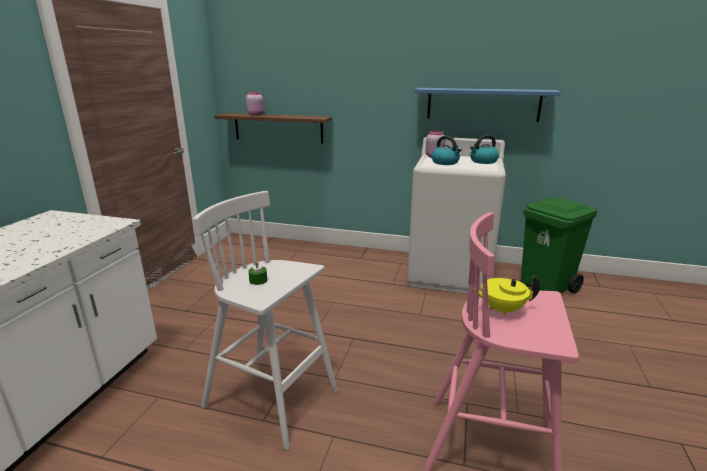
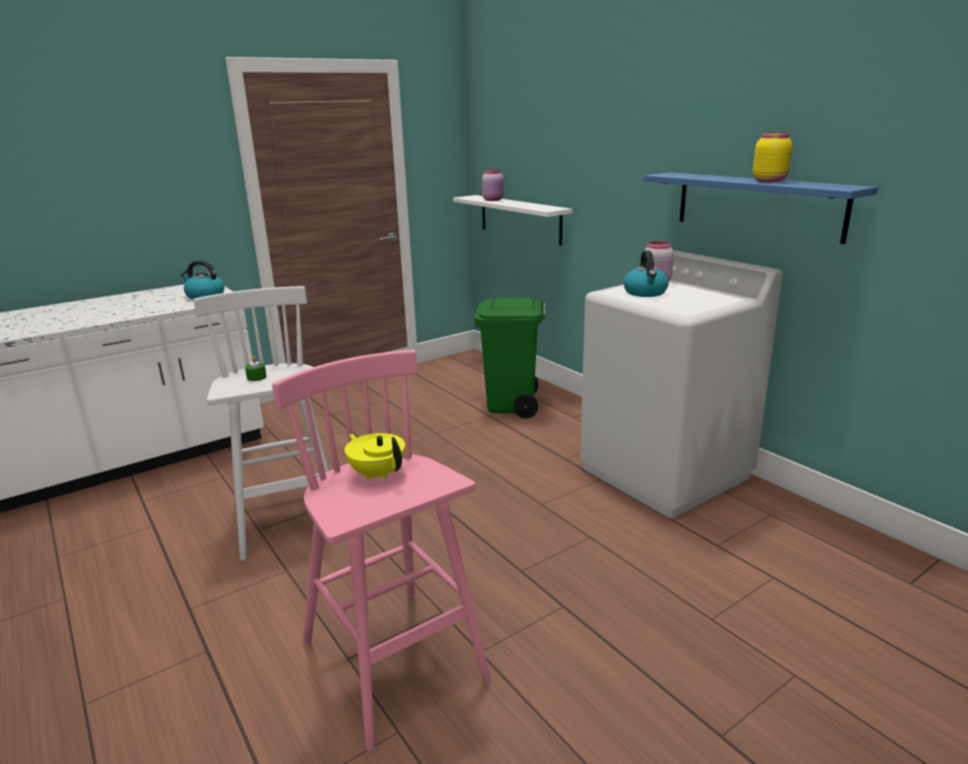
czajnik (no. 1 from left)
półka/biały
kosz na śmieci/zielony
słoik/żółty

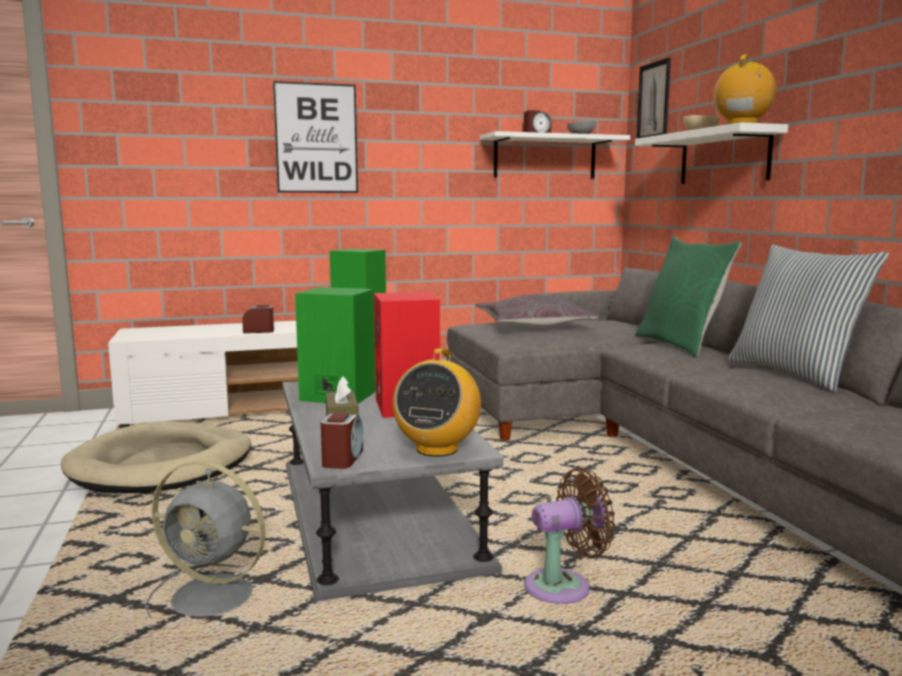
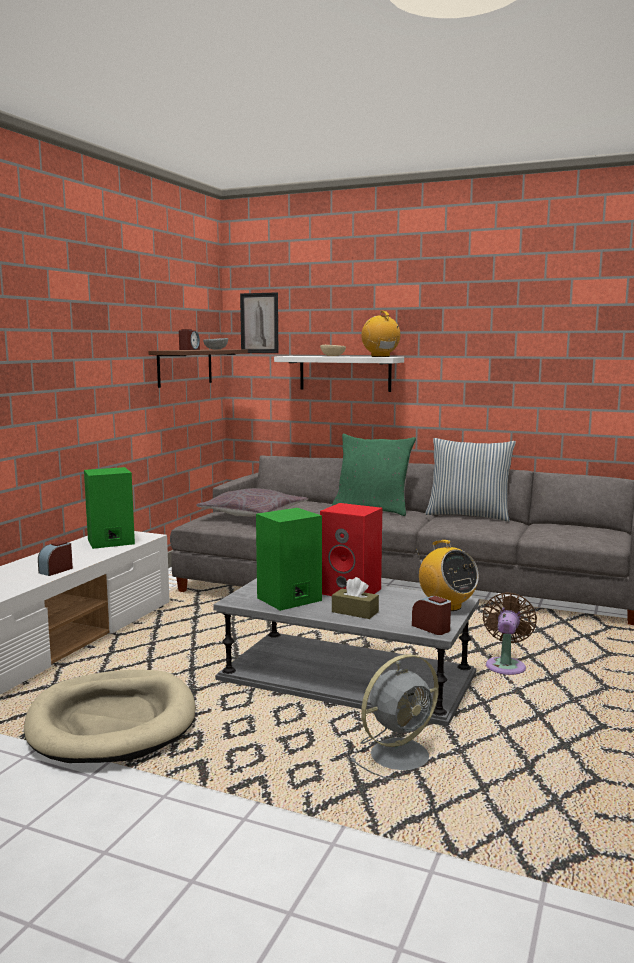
półka/brązowy
obraz (no. 1 from left in the first image)

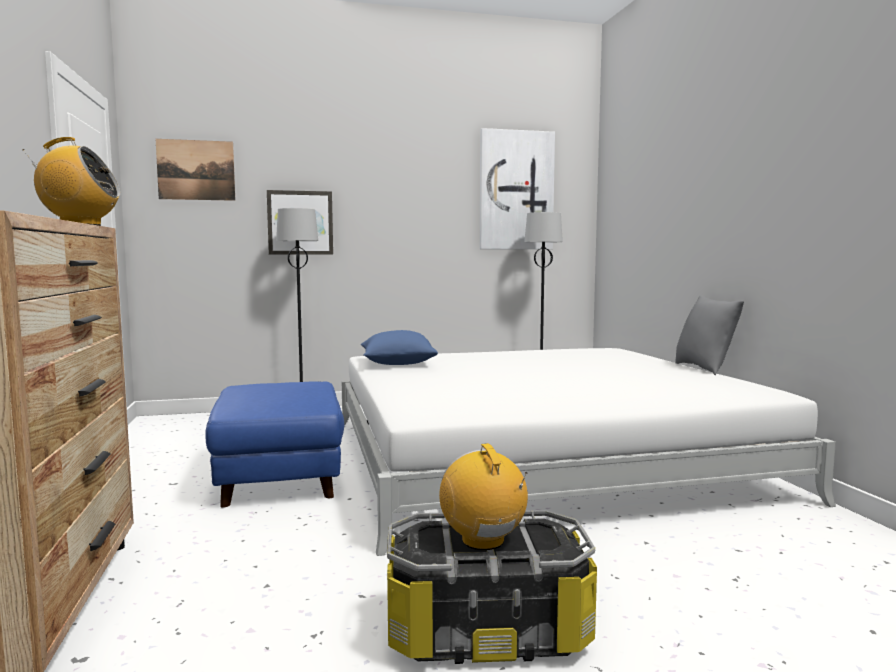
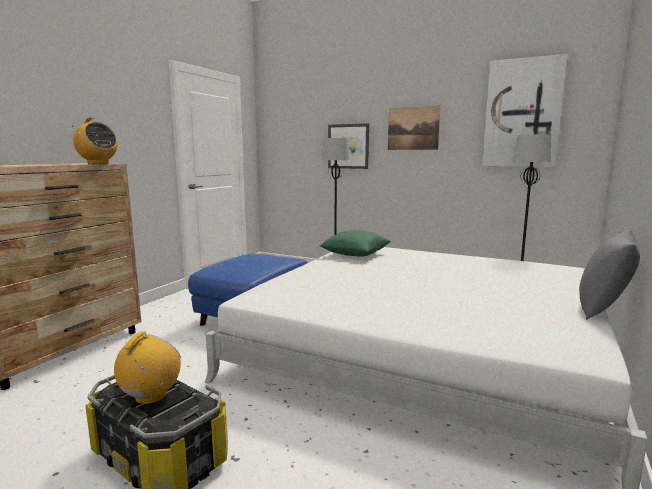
poduszka/zielony
obraz (no. 2 from left)

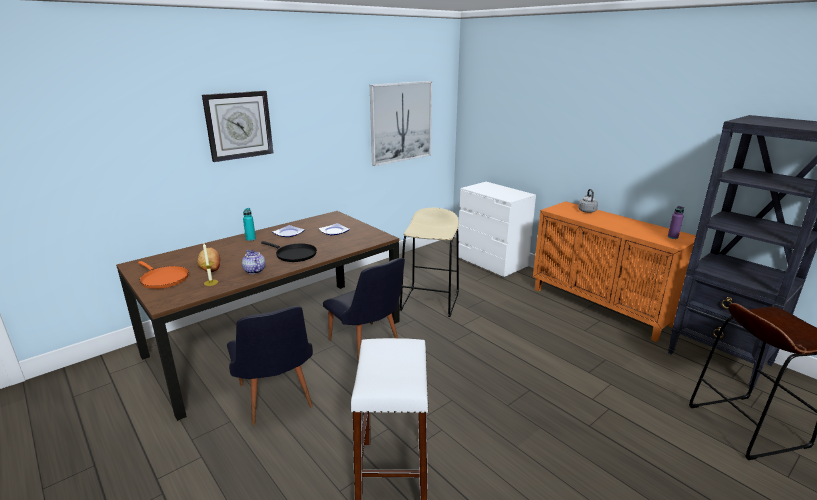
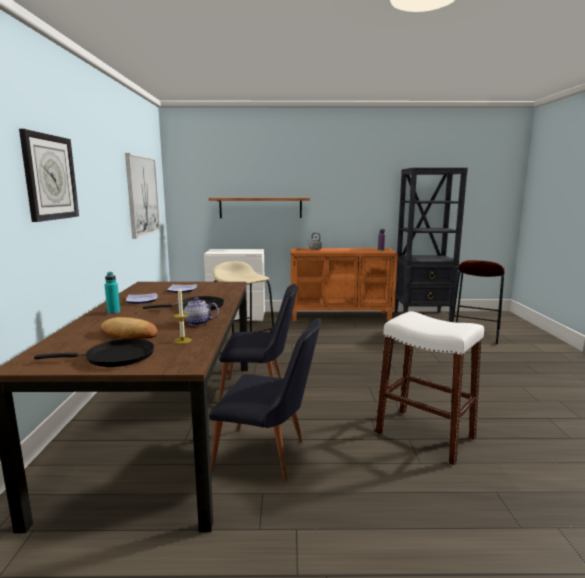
patelnia/czarny (no. 1 from left)
półka

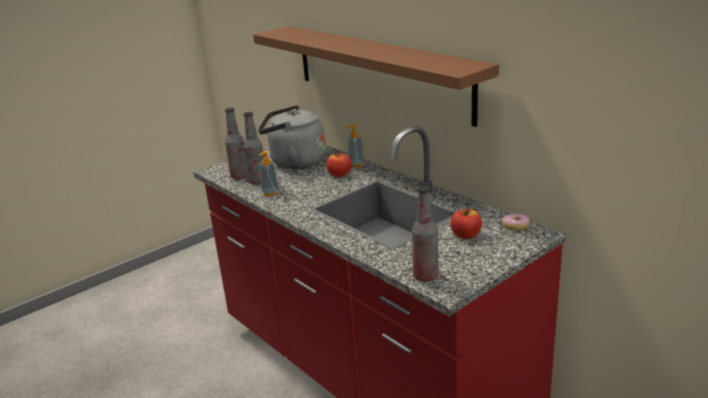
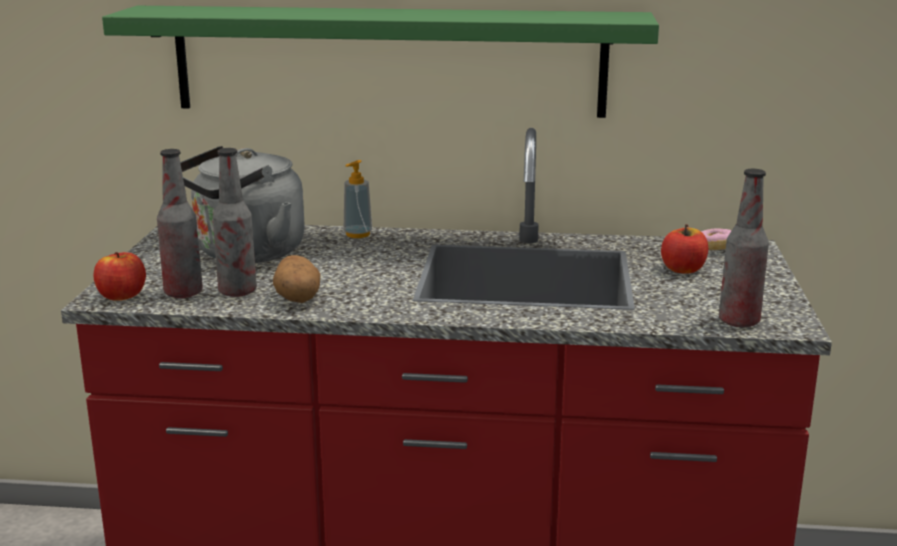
jabłko (no. 1 from left)
półka/zielony
ziemniak

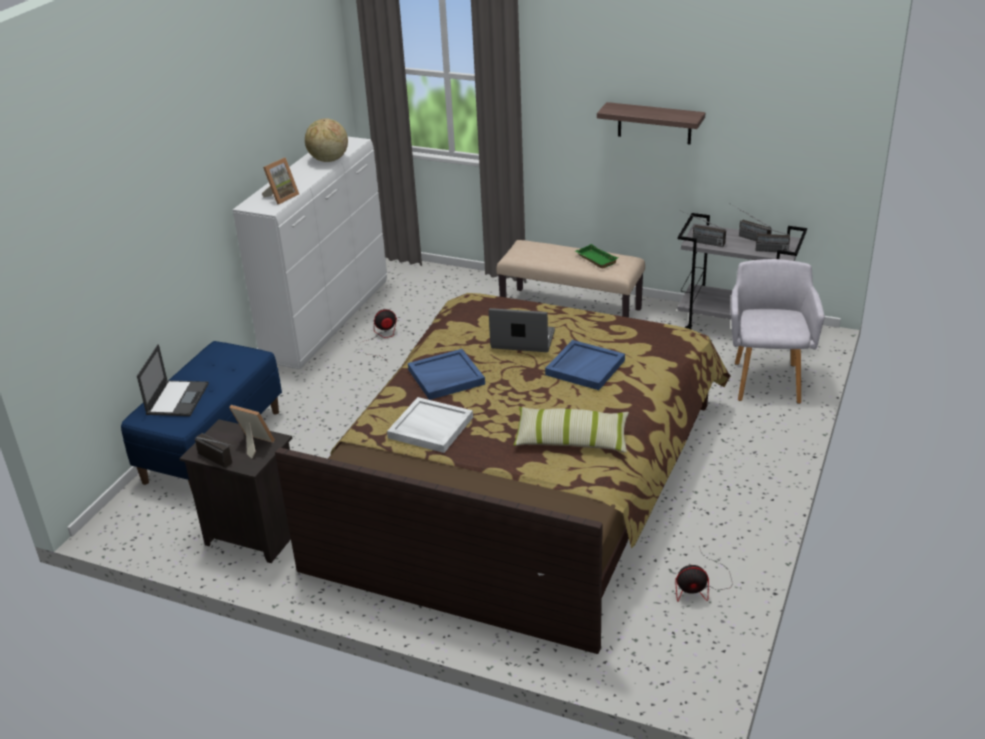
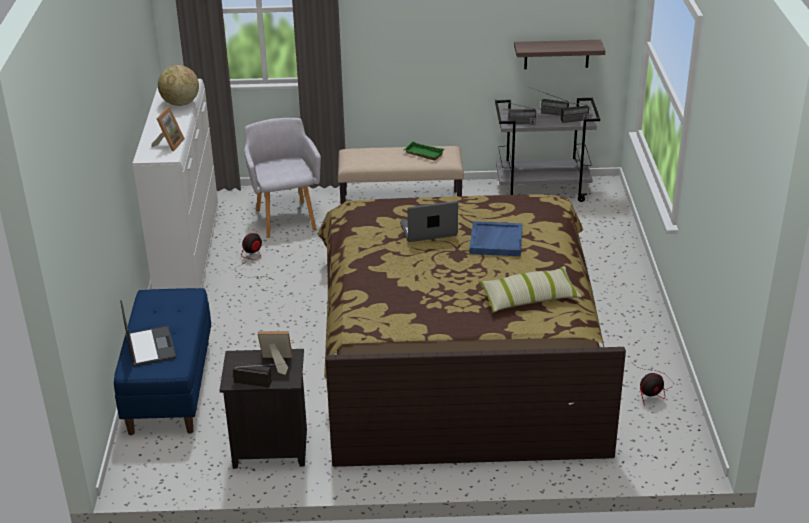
fotel/szary
półka
taca/biały
taca/niebieski (no. 1 from left in the first image)

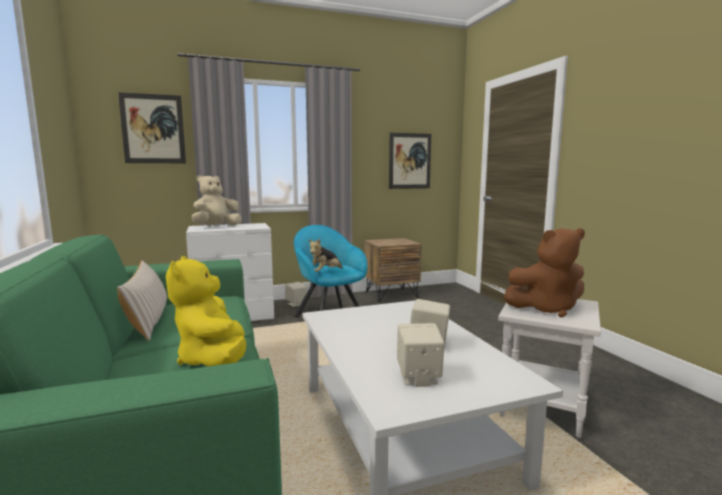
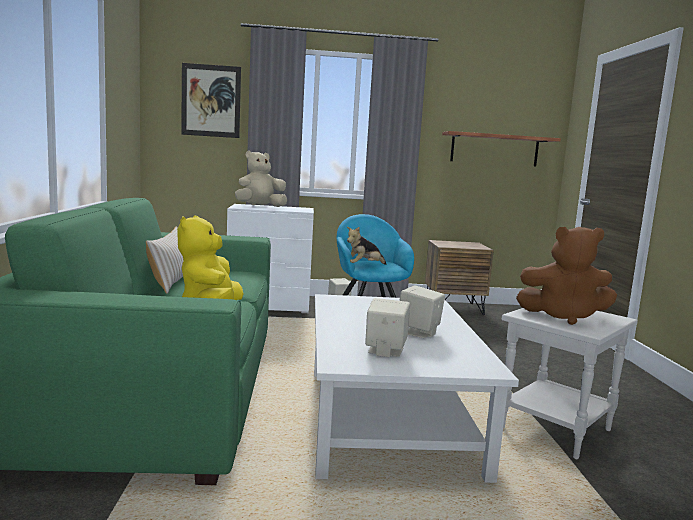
półka

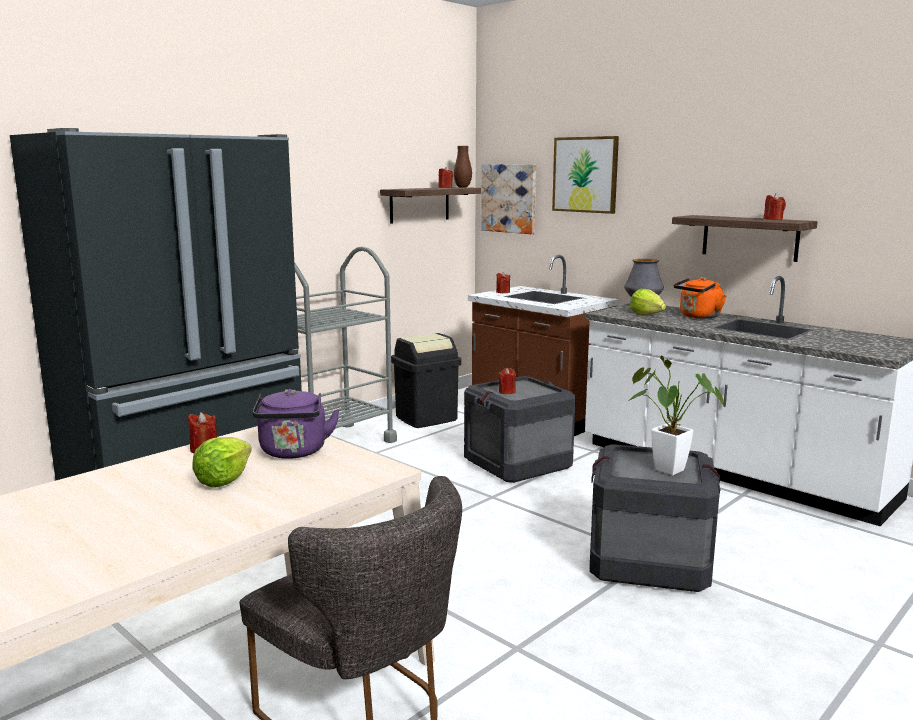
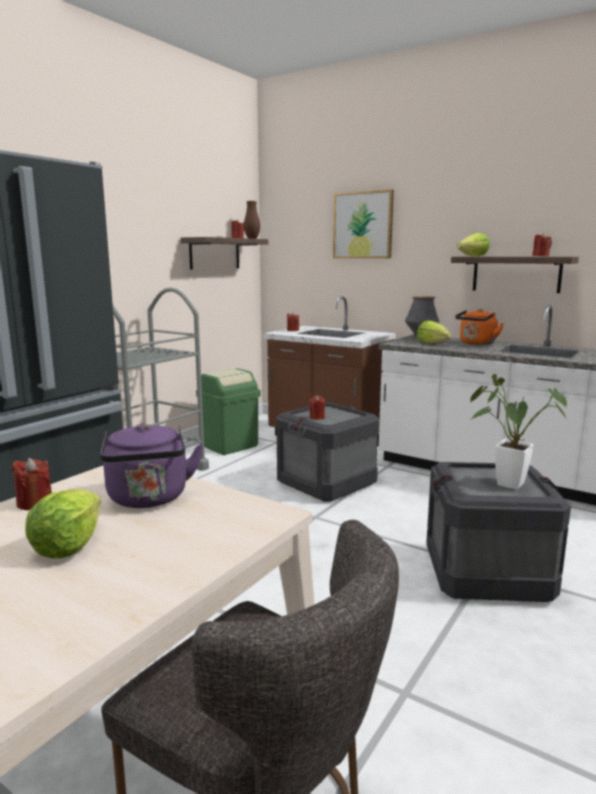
kosz na śmieci/zielony
sałata (no. 3 from left)
obraz (no. 1 from left in the first image)

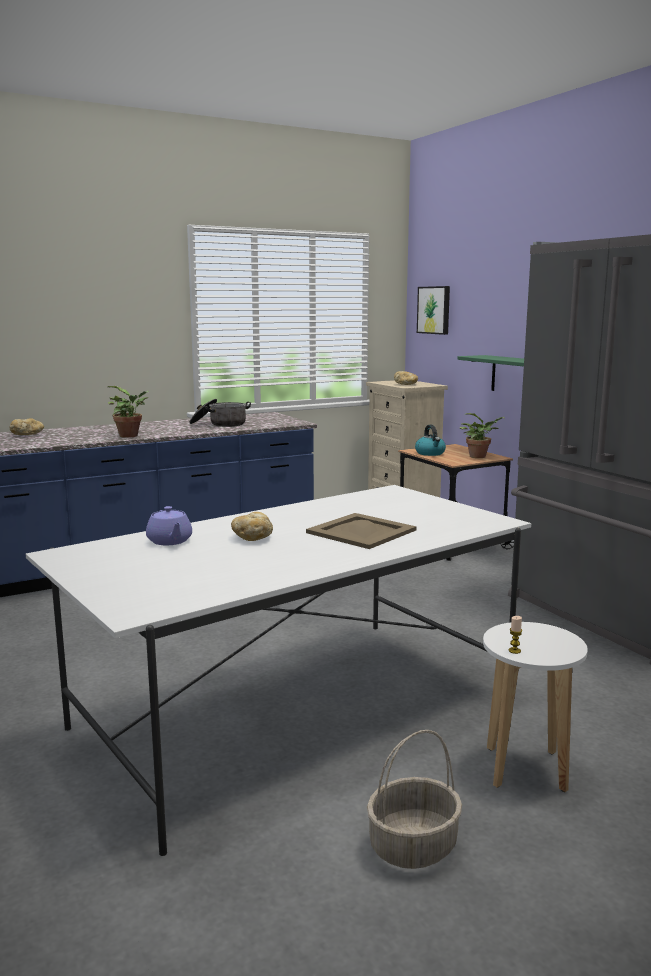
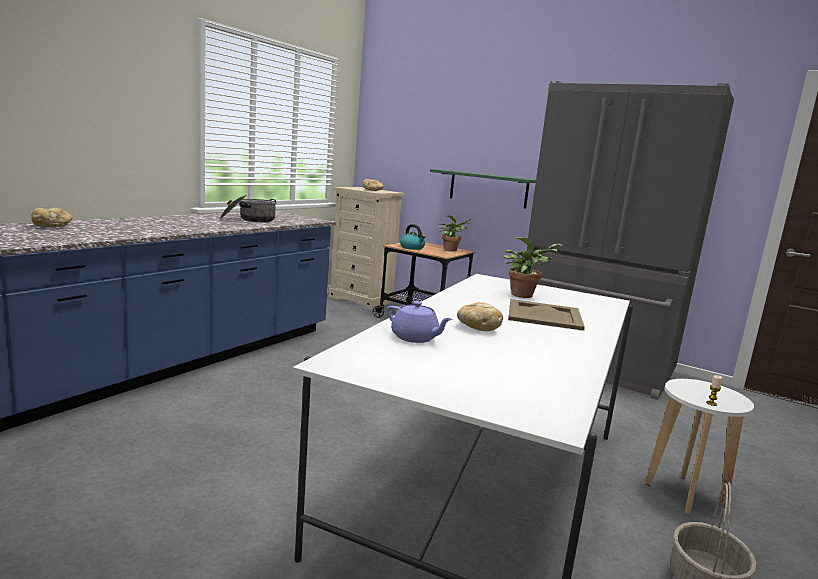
roślina doniczkowa (no. 2 from left)
obraz

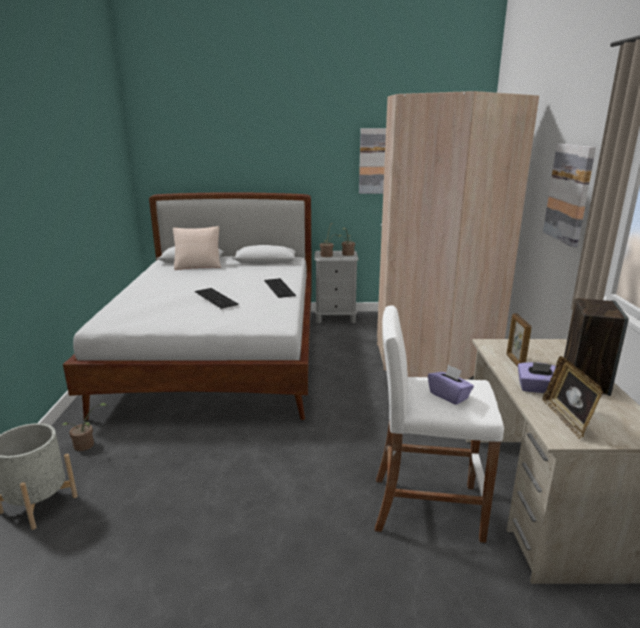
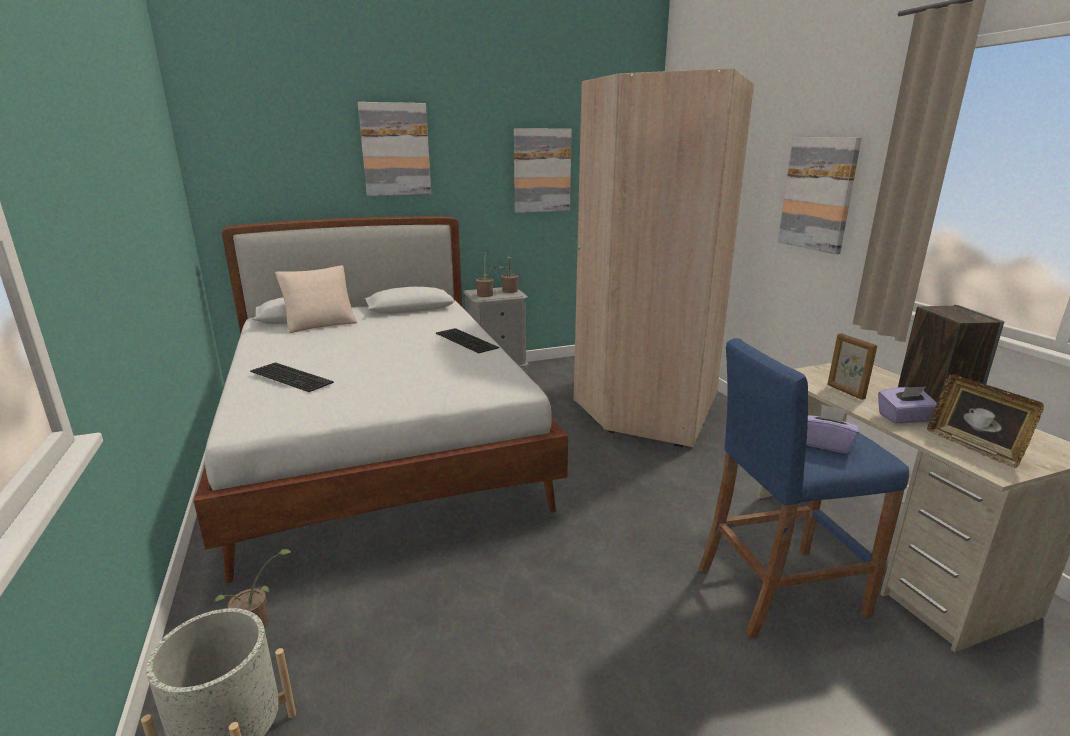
klawiatura (no. 1 from left)
obraz (no. 1 from left)
stołek/niebieski

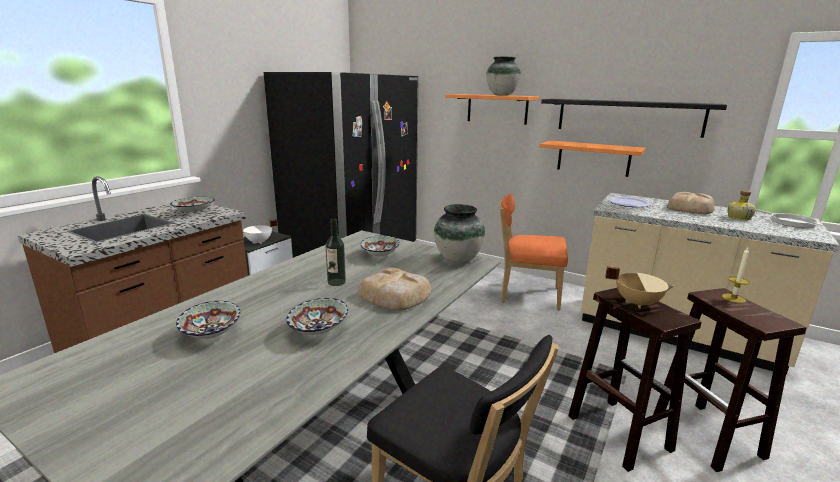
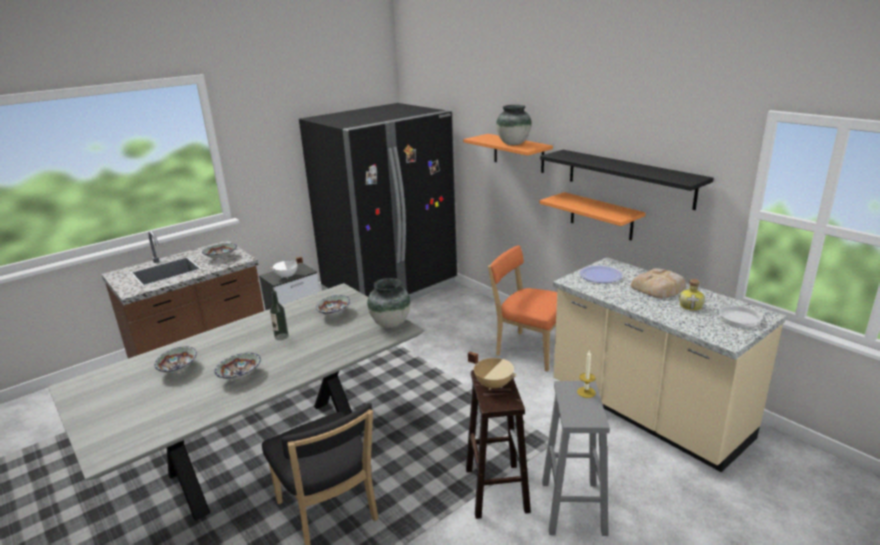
stołek/szary
chleb (no. 1 from left in the first image)

